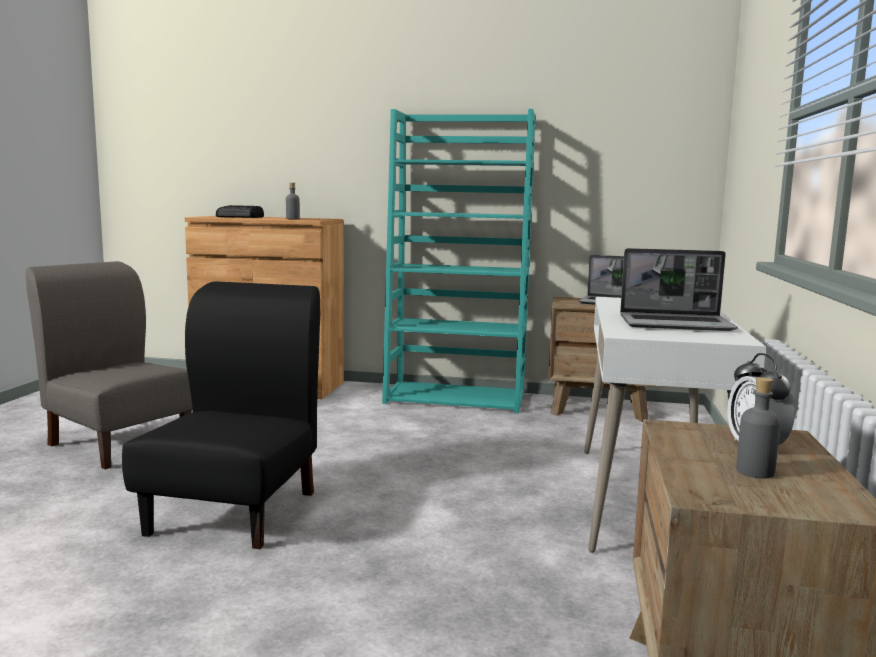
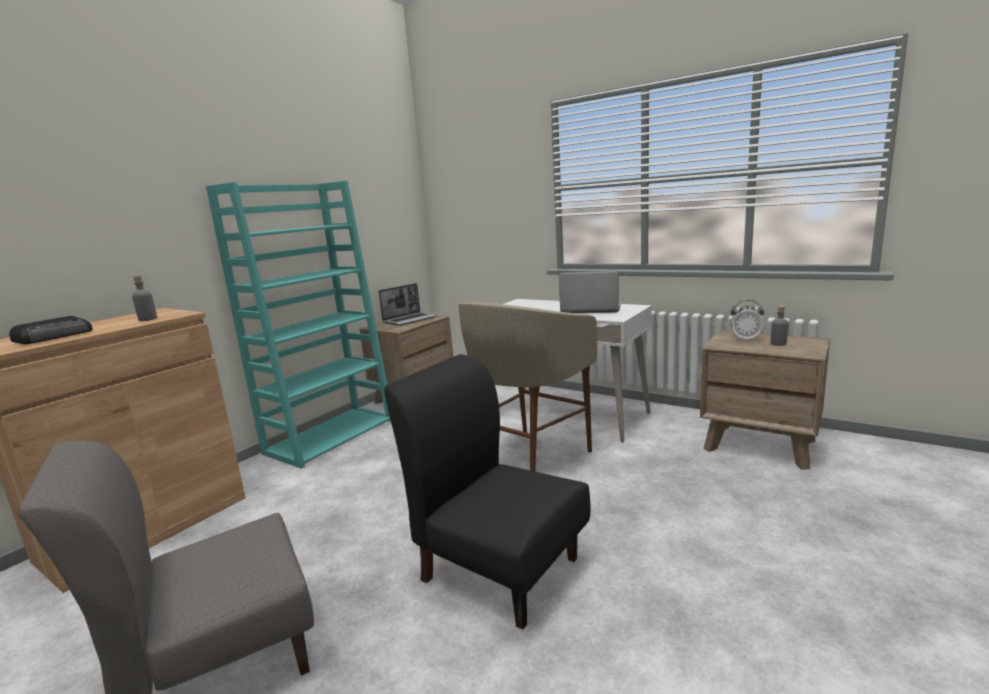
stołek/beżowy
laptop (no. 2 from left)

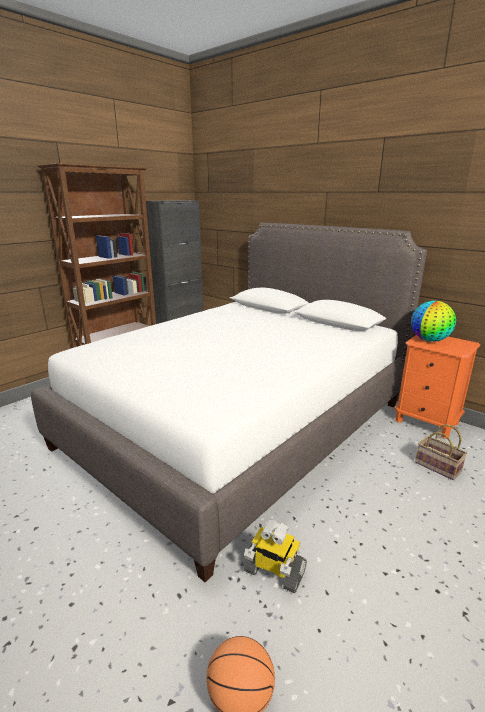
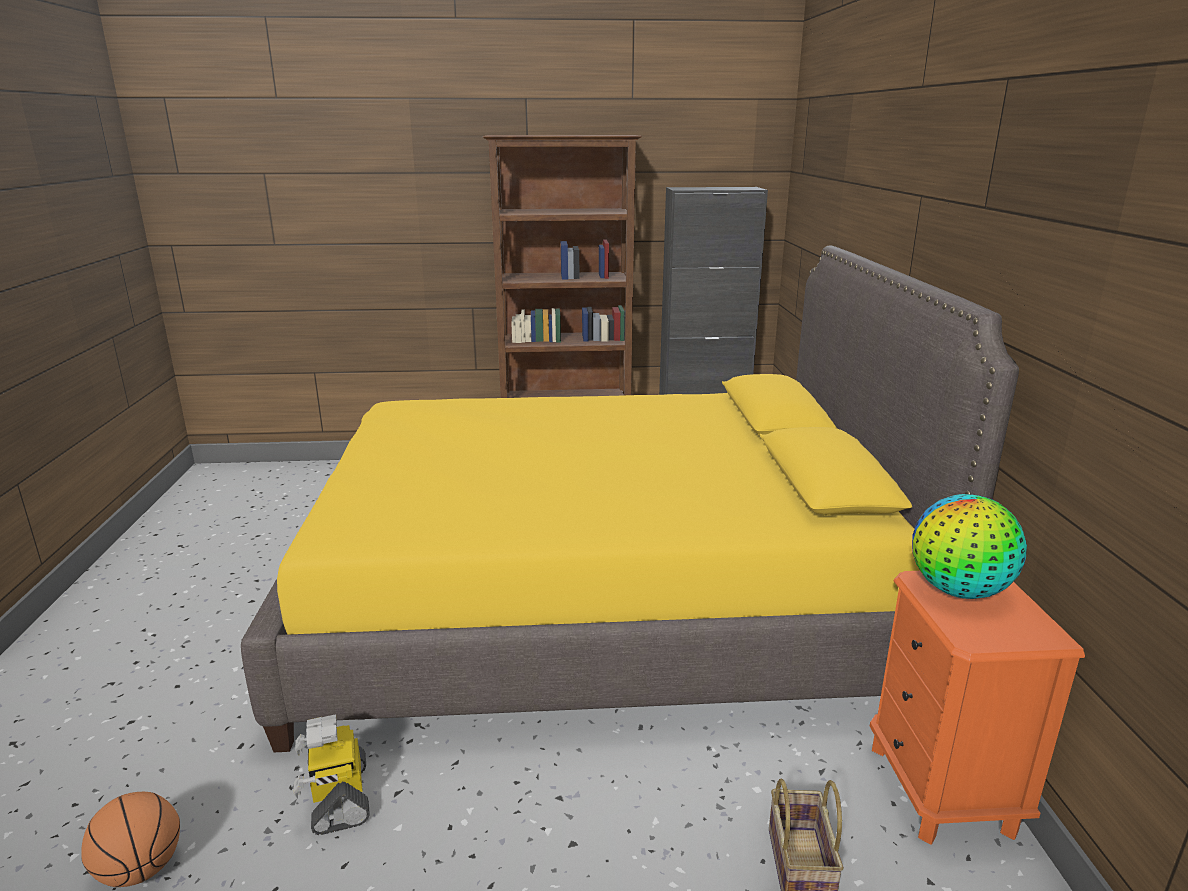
łóżko/żółty

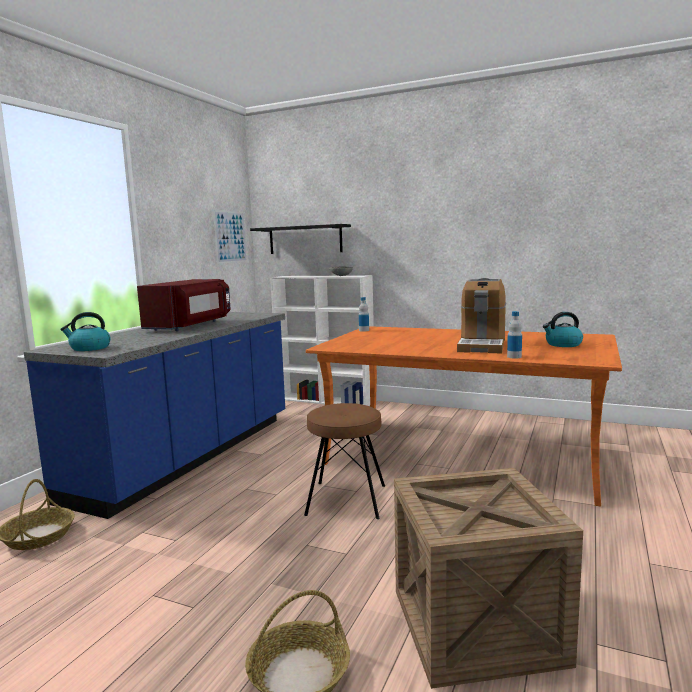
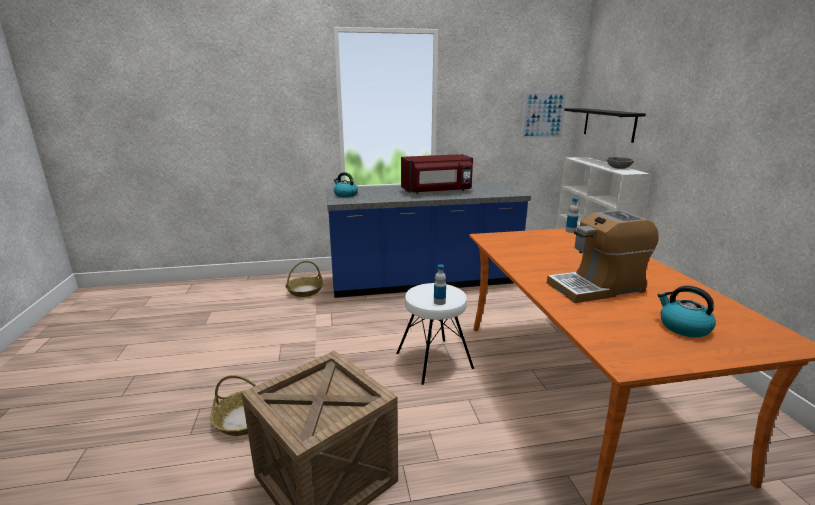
stołek/biały
butelka (no. 1 from left)

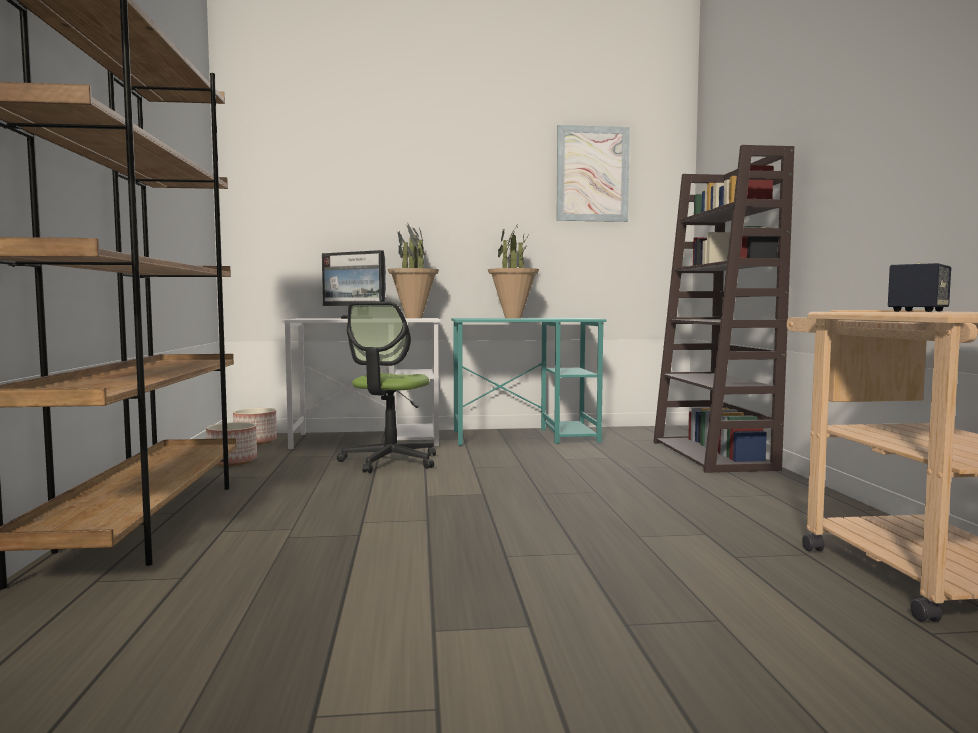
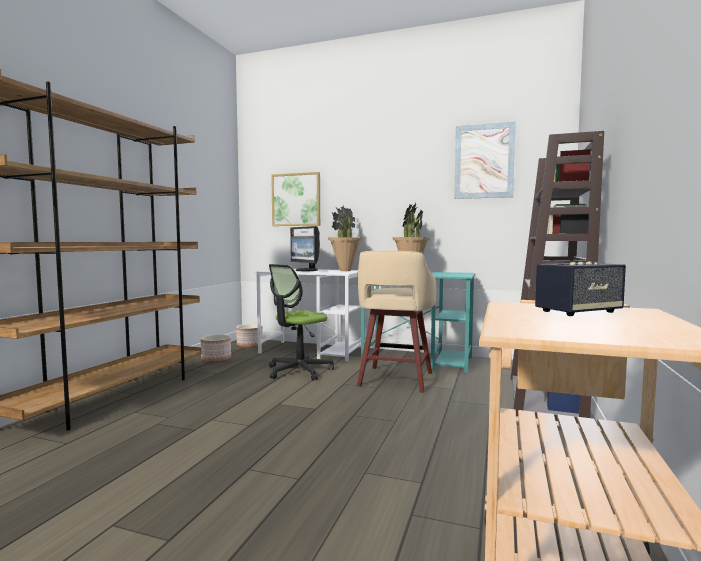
obraz (no. 1 from left)
stołek/beżowy

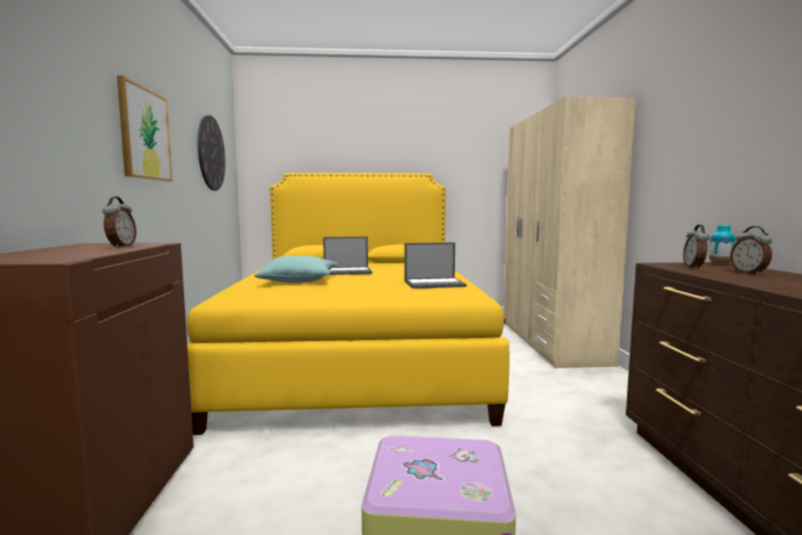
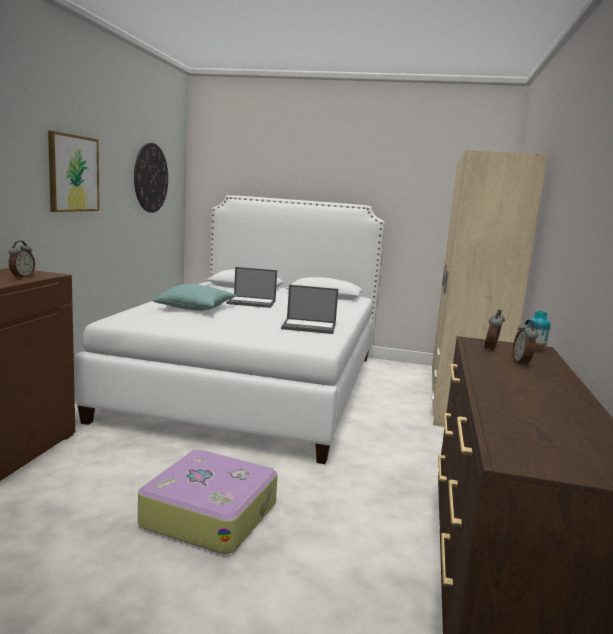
łóżko/biały

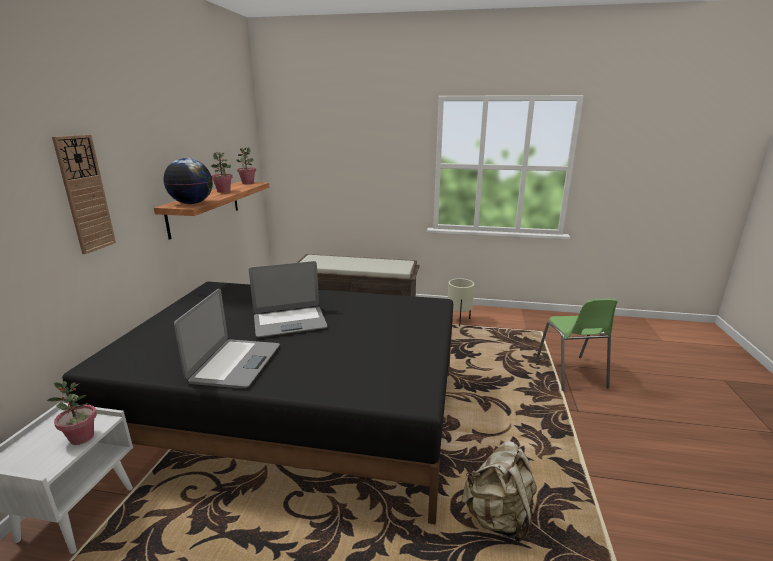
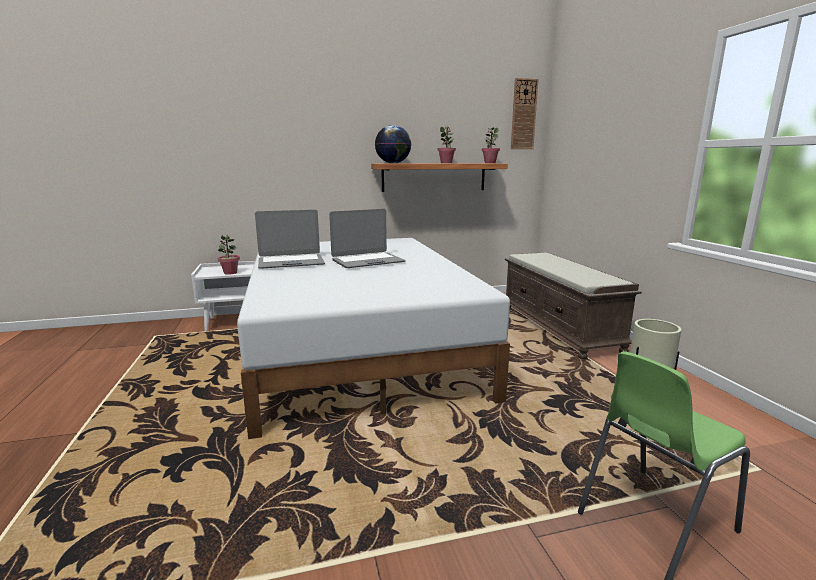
łóżko/biały
laptop (no. 2 from left)
zegar ścienny
plecak/beżowy

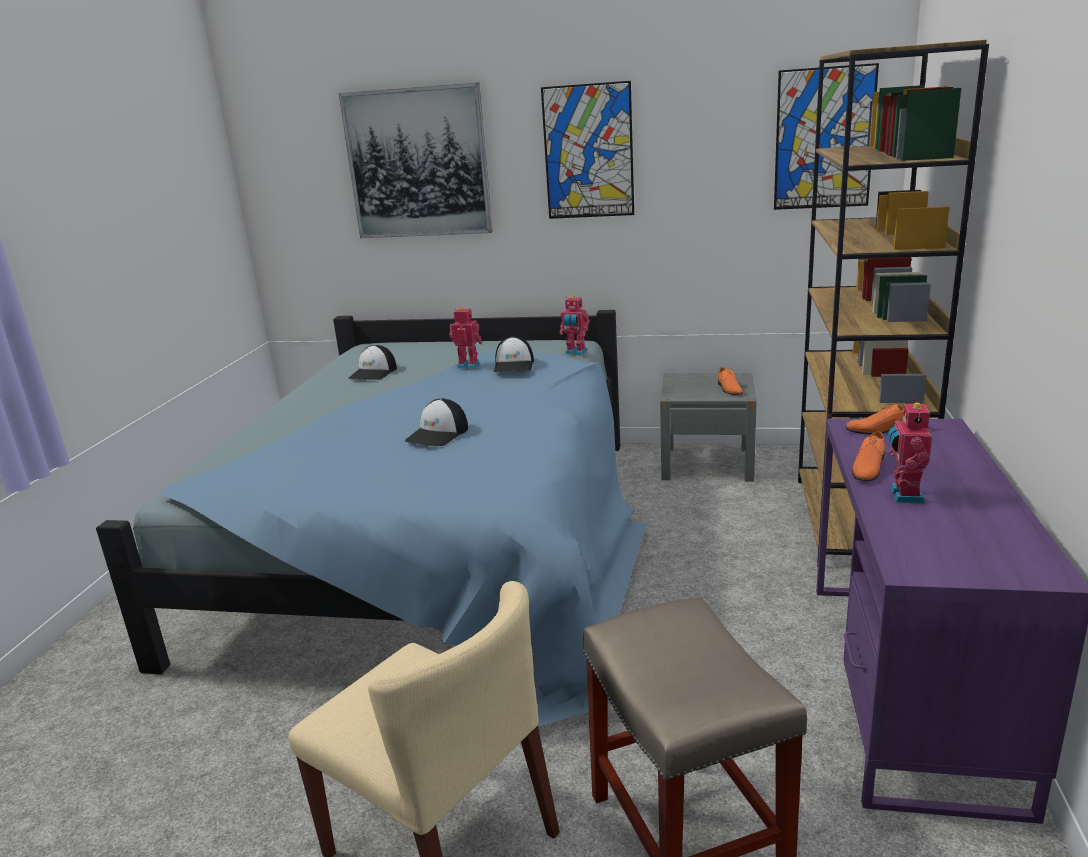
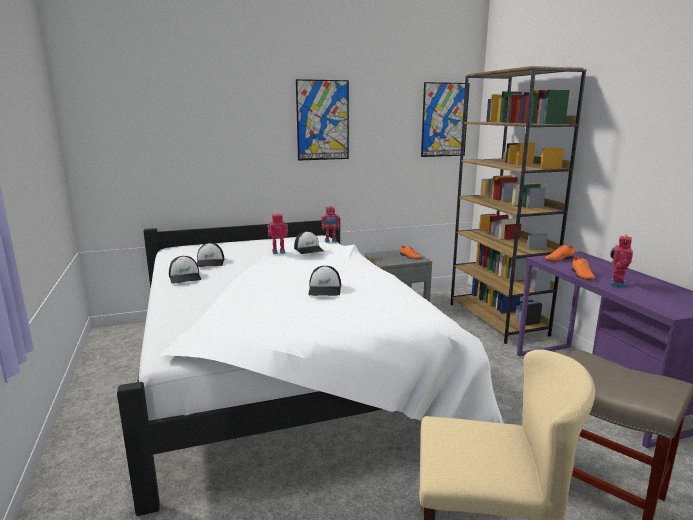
łóżko/biały
czapka z daszkiem (no. 1 from left)
robot zabawkowy (no. 3 from left)
obraz (no. 1 from left in the first image)

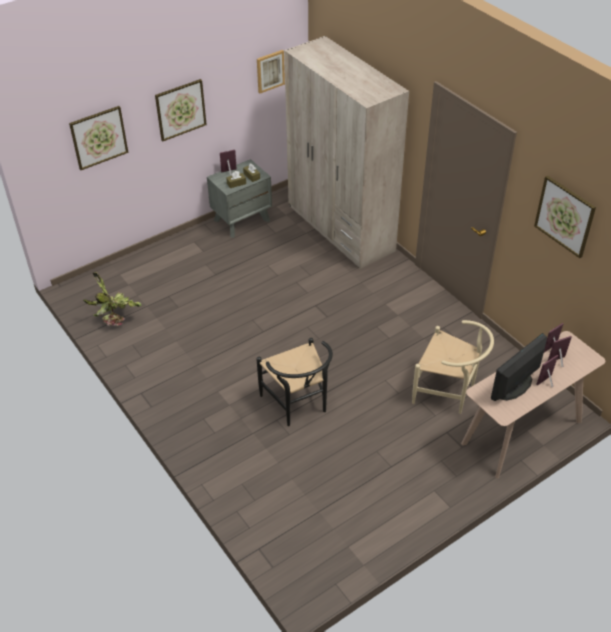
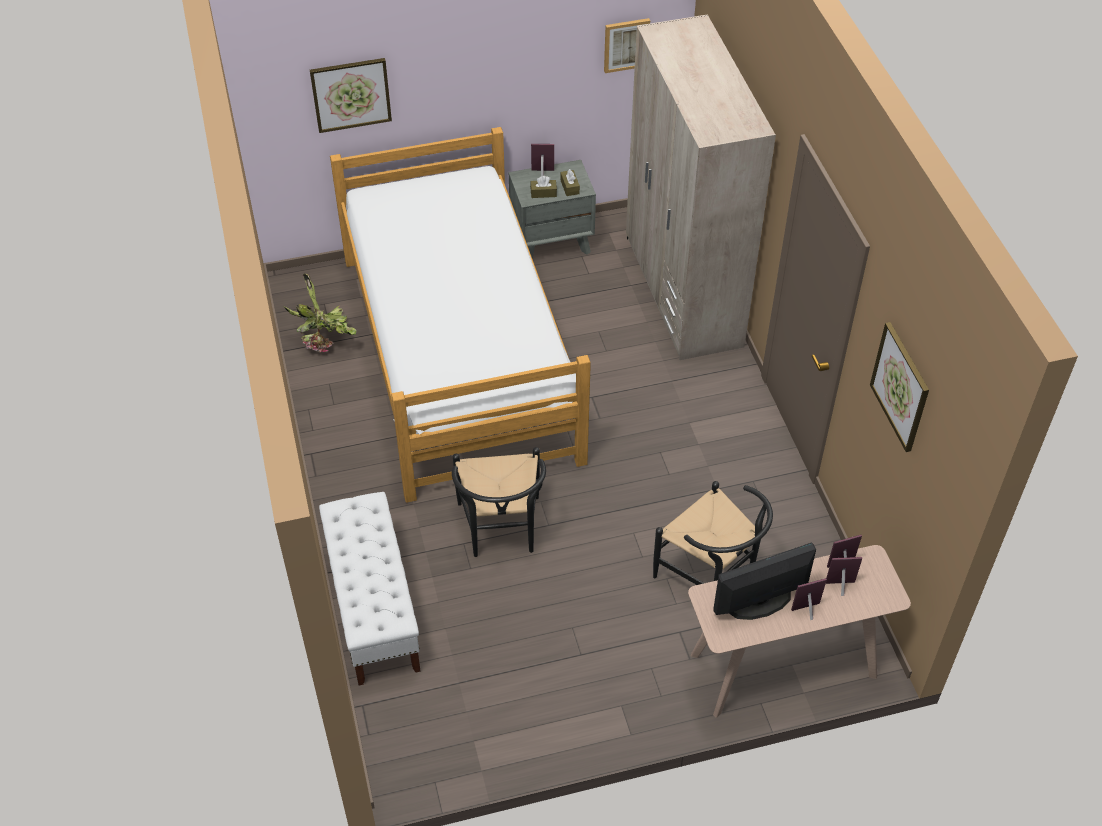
ławka/biały
łóżko
krzesło/czarny (no. 2 from left)
obraz (no. 2 from left in the first image)

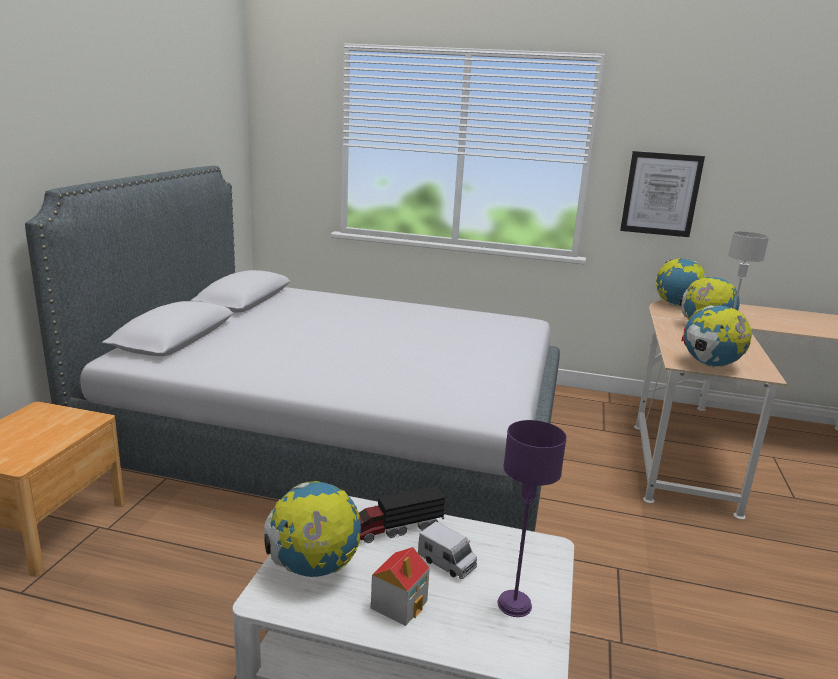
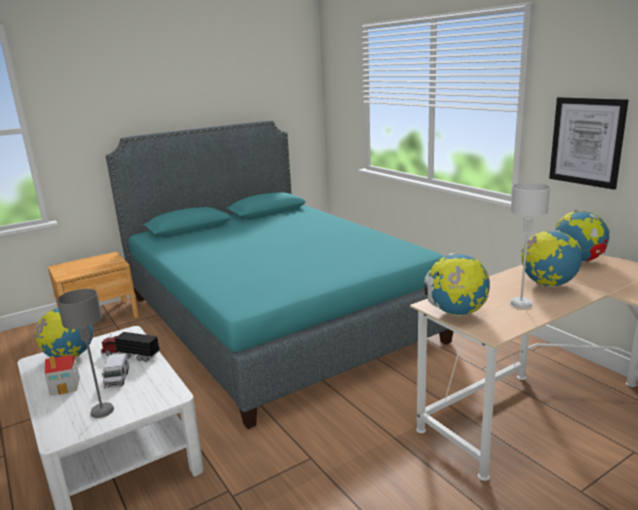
lampa stołowa/szary (no. 1 from left)
łóżko/turkusowy

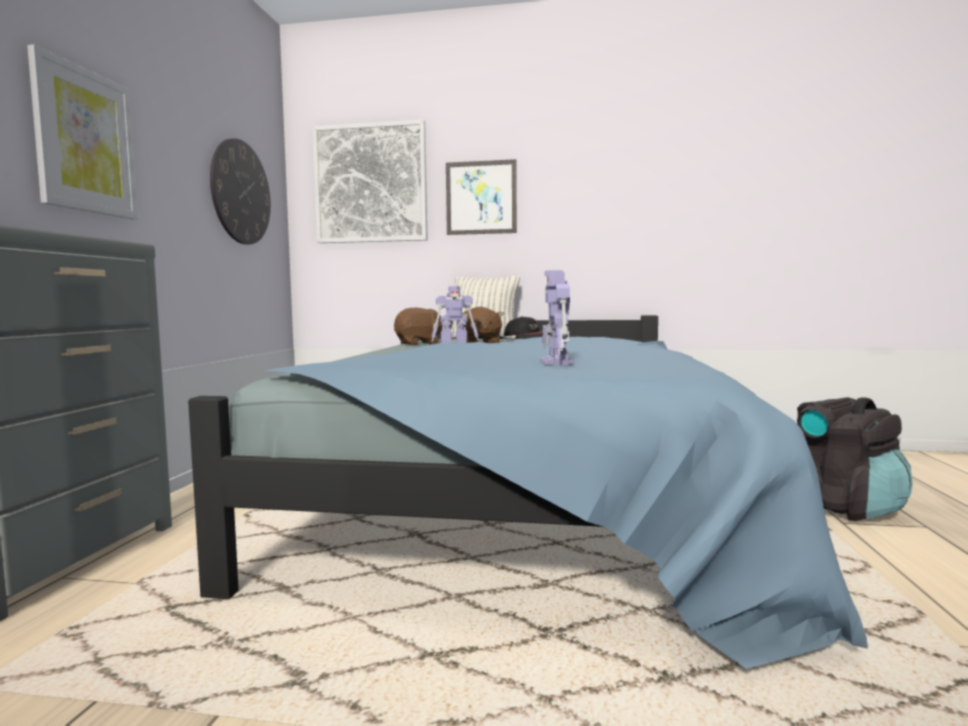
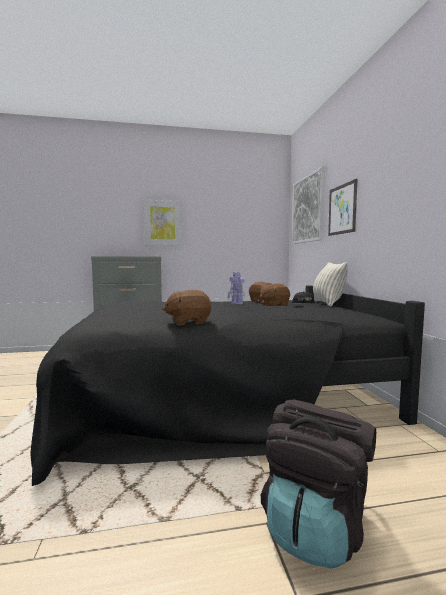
łóżko/czarny
pluszak/brązowy (no. 1 from left)
zegar ścienny
robot zabawkowy (no. 2 from left in the first image)

